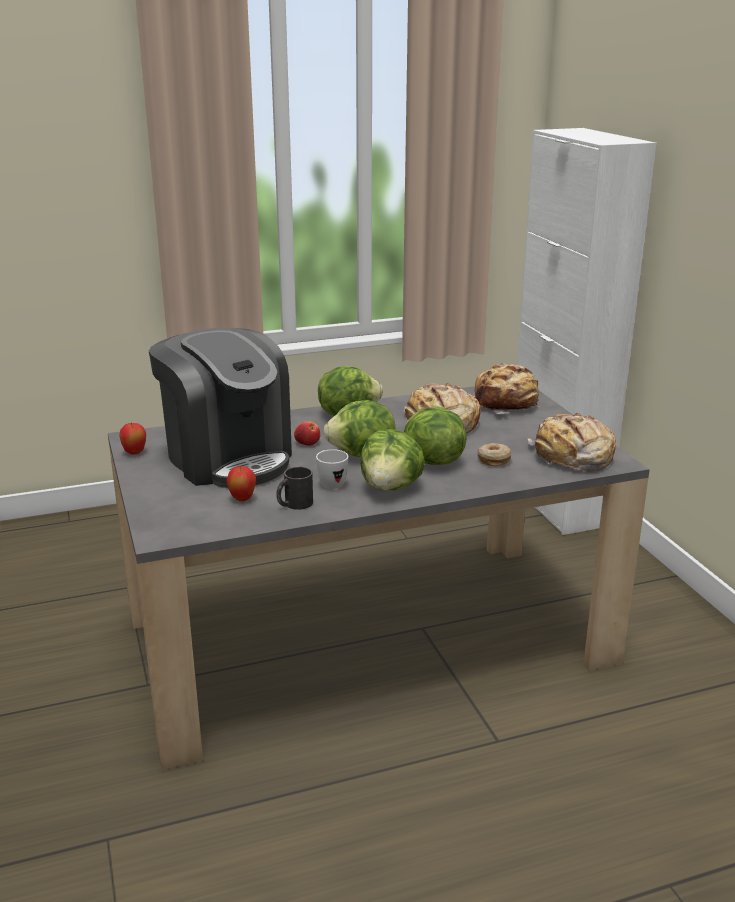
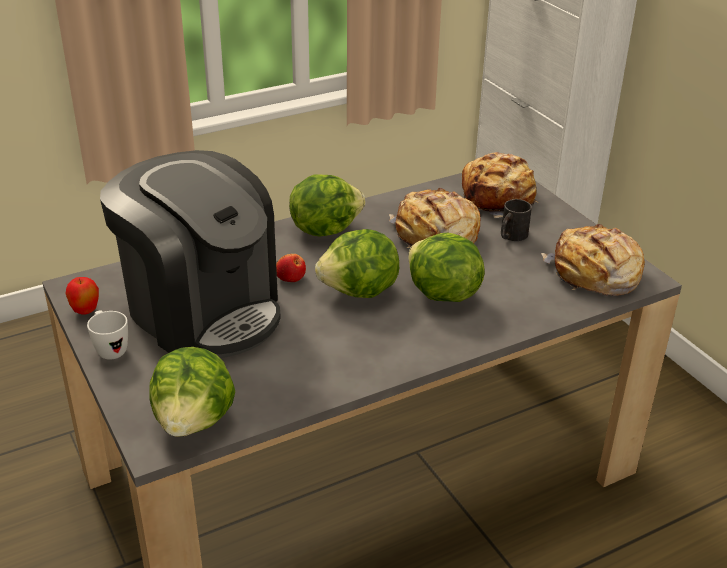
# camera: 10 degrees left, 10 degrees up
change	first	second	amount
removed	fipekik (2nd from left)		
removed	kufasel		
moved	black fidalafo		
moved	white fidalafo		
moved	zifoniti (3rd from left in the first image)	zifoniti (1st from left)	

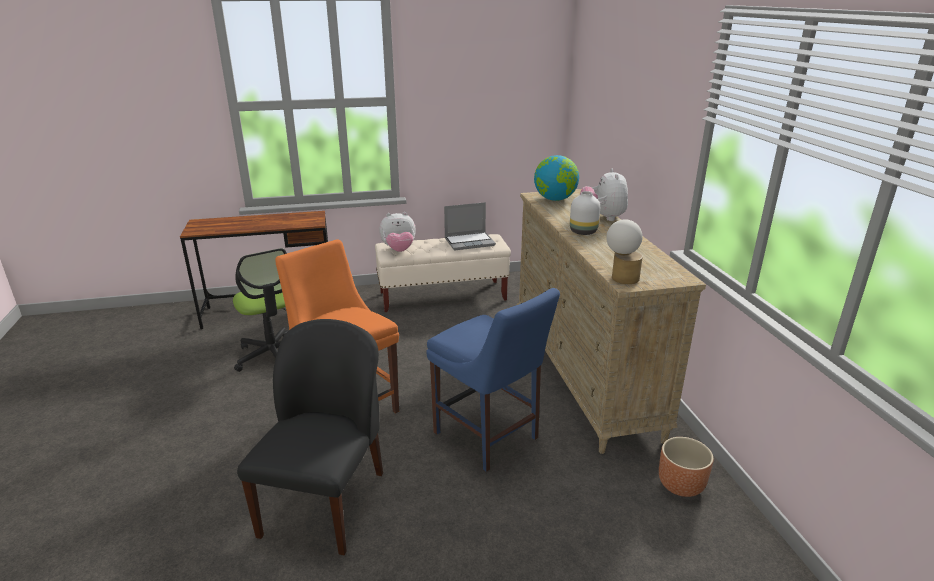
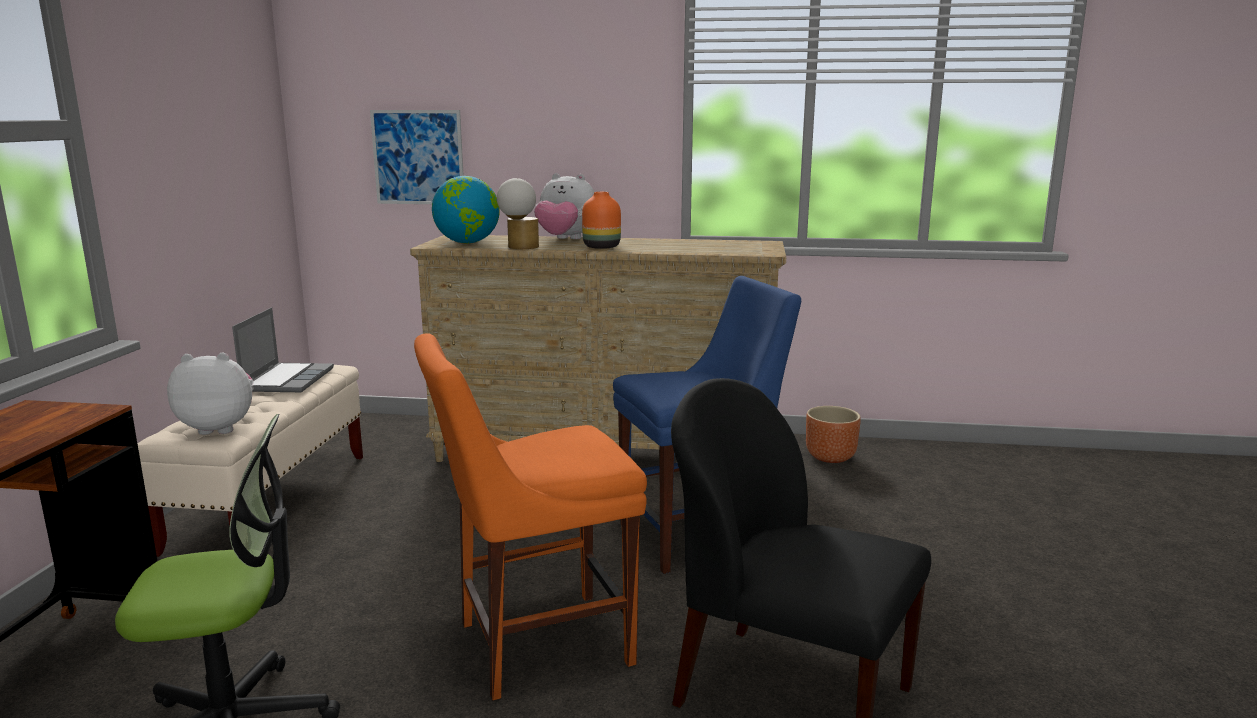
# camera: 70 degrees left, 10 degrees down
change	first	second	amount
added		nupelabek	
moved	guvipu		
recoloured	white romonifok	orange romonifok	
turned	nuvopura (1st from left)		105 degrees counterclockwise

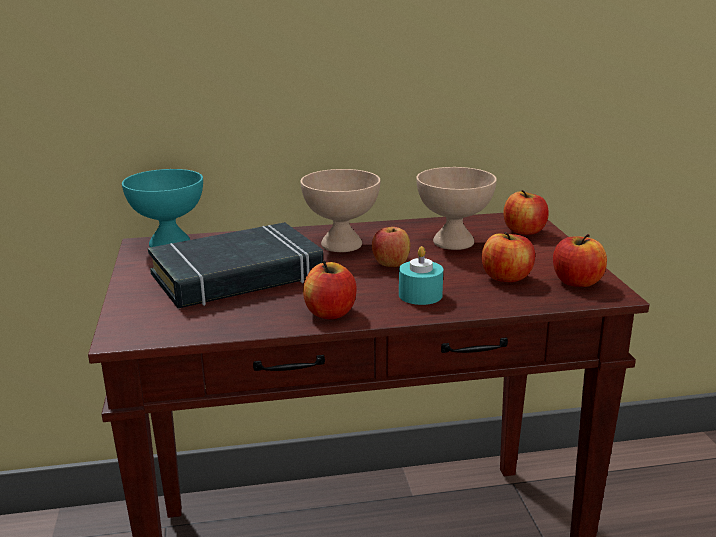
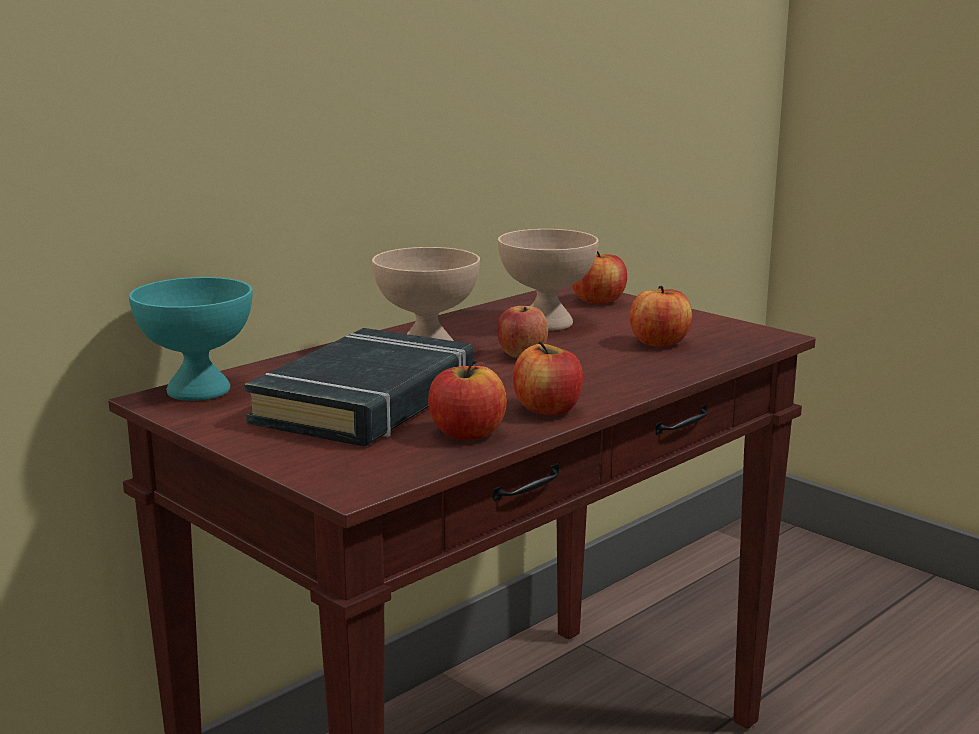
# camera: 35 degrees left, 5 degrees down
change	first	second	amount
removed	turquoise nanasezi		
moved	fipekik (5th from left in the first image)	fipekik (1st from left)	

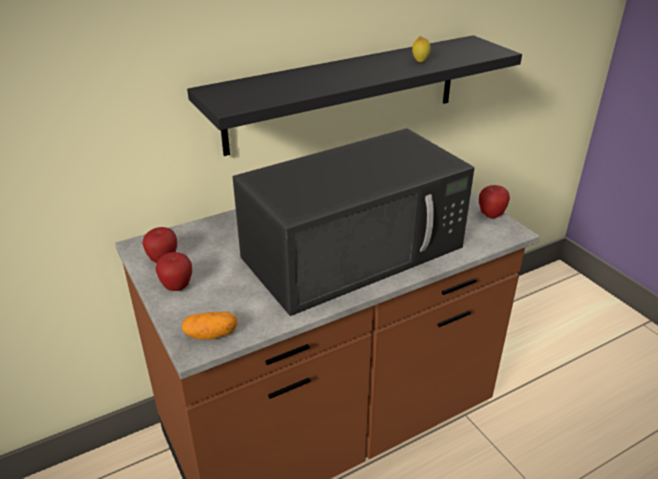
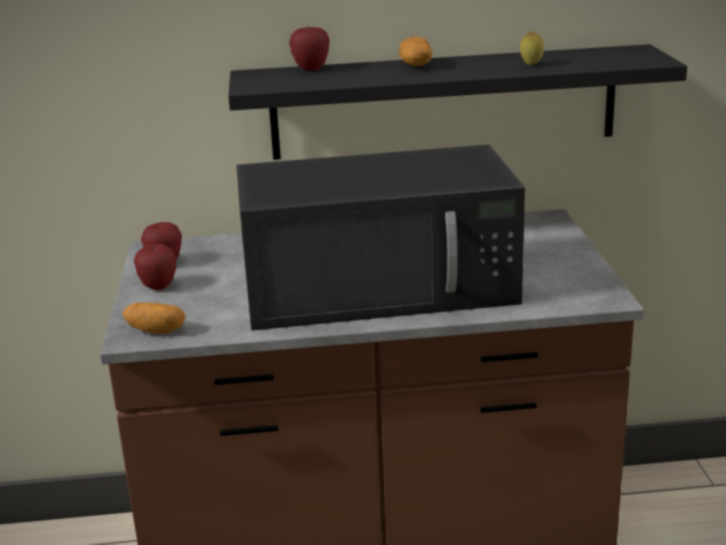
# camera: 25 degrees right, 10 degrees down
change	first	second	amount
added		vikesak (2nd from left)	
moved	fipekik (3rd from left)		

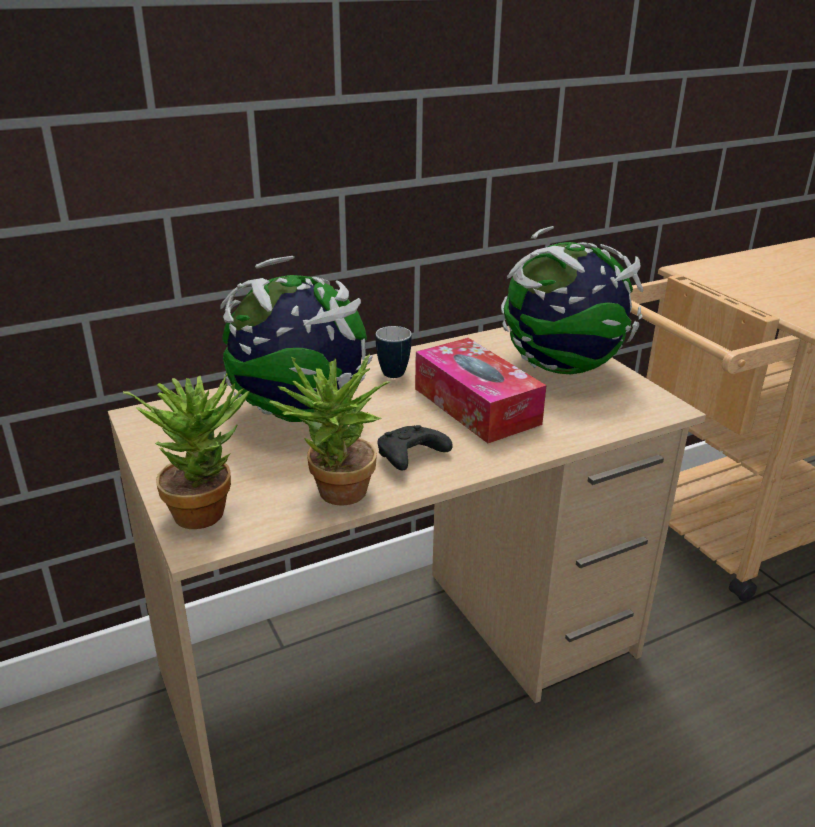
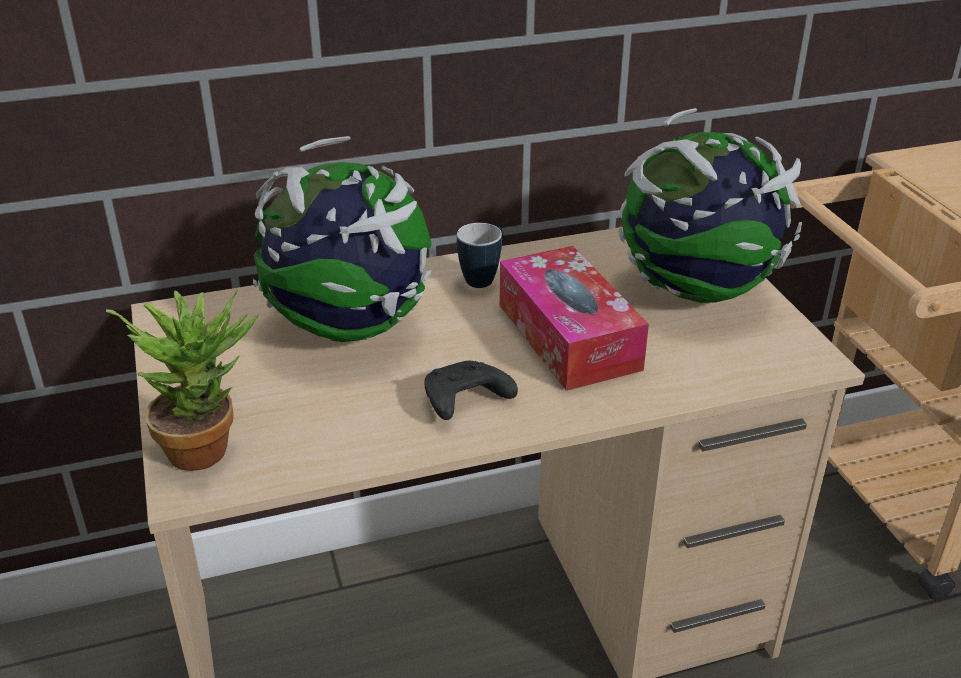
# camera: 10 degrees right, 5 degrees up
change	first	second	amount
removed	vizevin (2nd from left)		

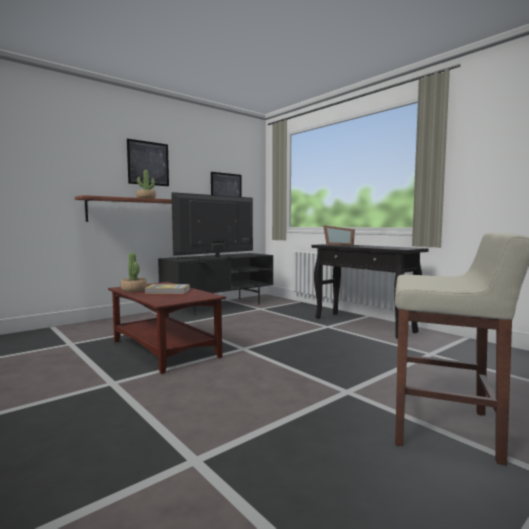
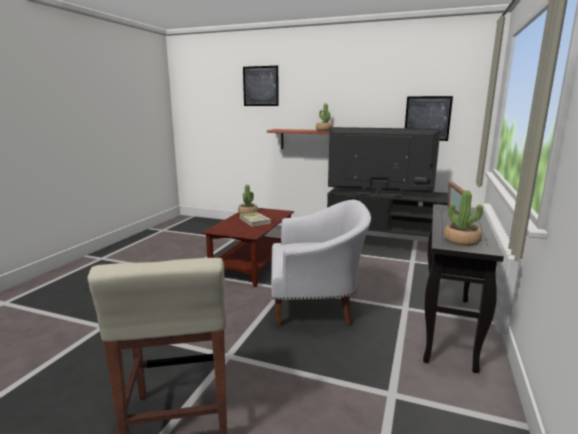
# camera: 60 degrees right, 10 degrees up
change	first	second	amount
added		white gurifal	
added		vizevin (3rd from left)	
moved	nupelabek (1st from left)		

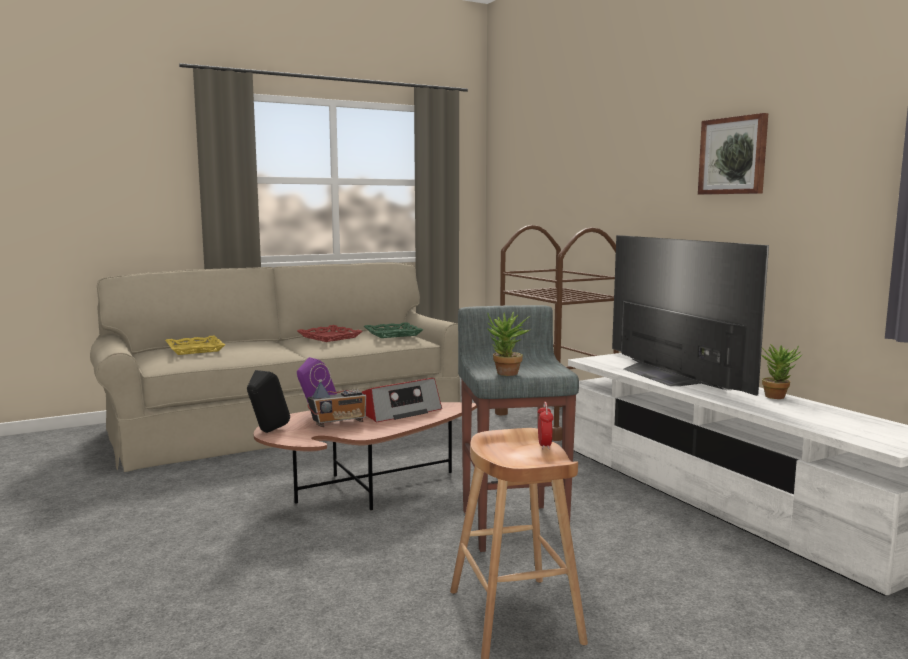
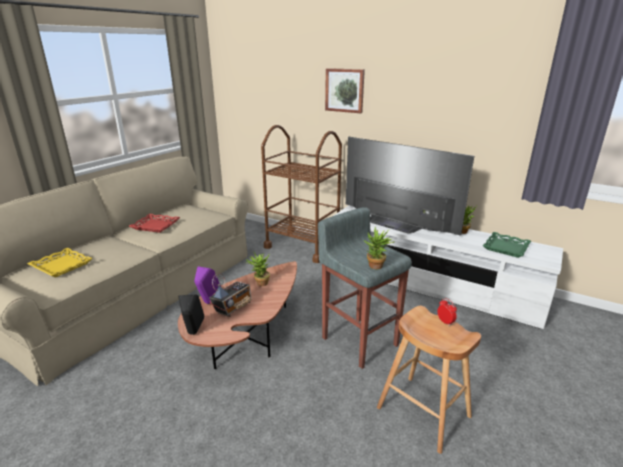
# camera: 30 degrees left, 15 degrees up
change	first	second	amount
moved	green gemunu		
moved	nupelabek		
replaced	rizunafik (2nd from left)	vizevin (1st from left)	

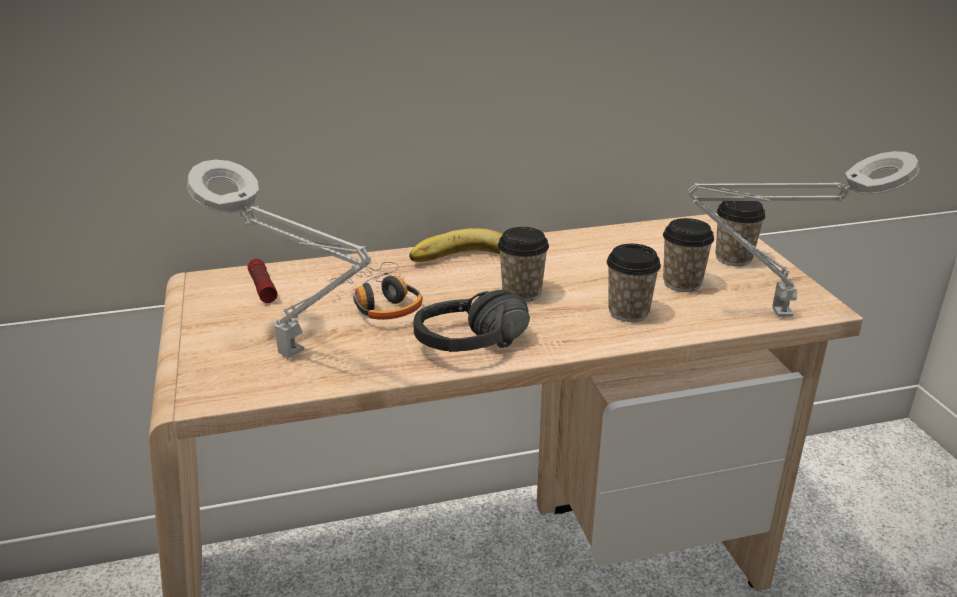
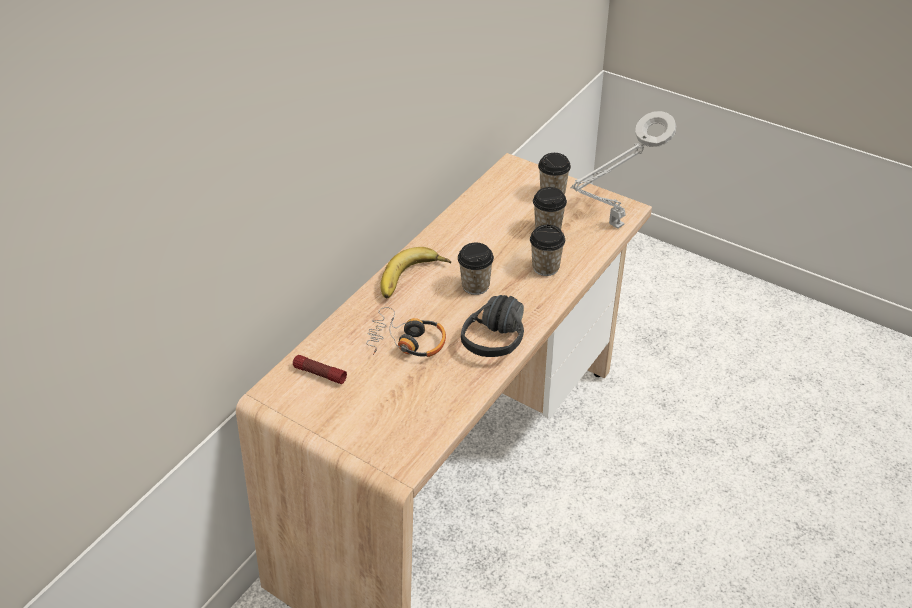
# camera: 40 degrees left, 15 degrees up
change	first	second	amount
removed	grey guvipu (1st from left)		

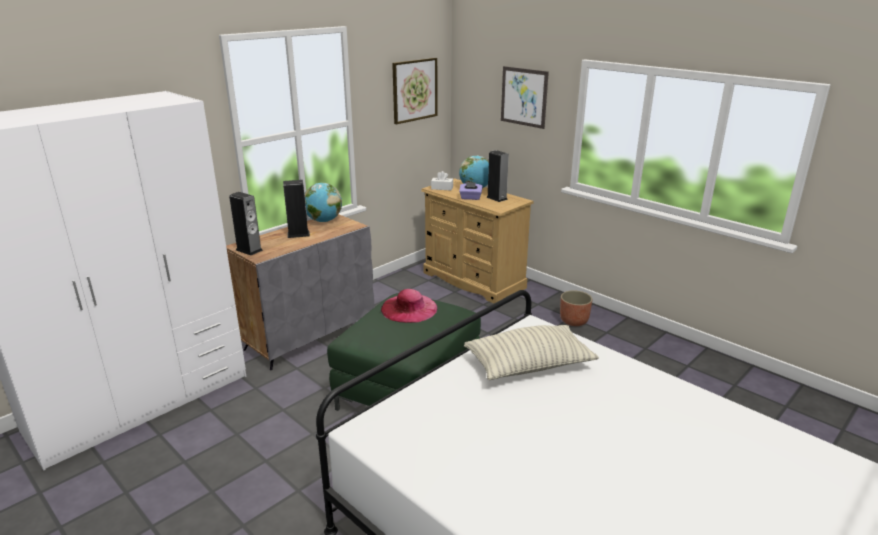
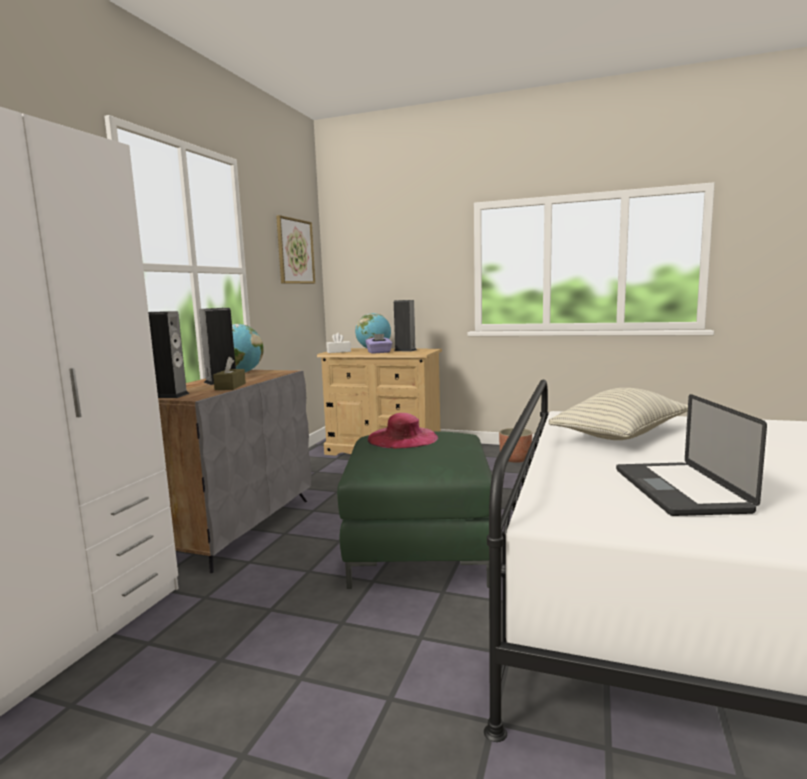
# camera: 25 degrees left, 15 degrees down
change	first	second	amount
removed	nupelabek (2nd from left)		
added		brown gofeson	
added		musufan	

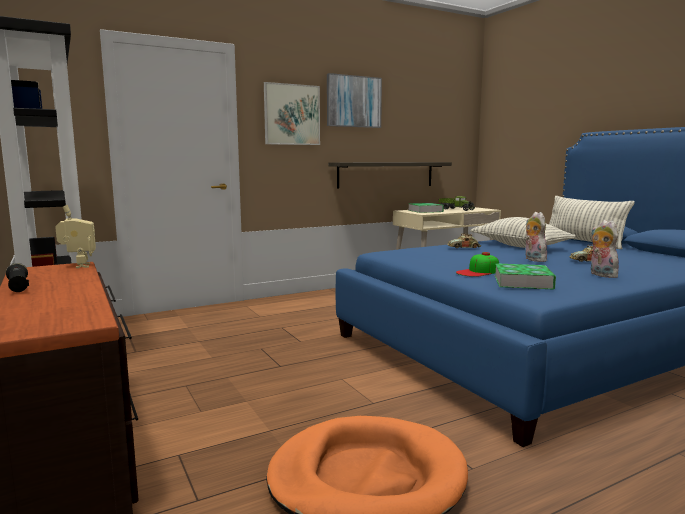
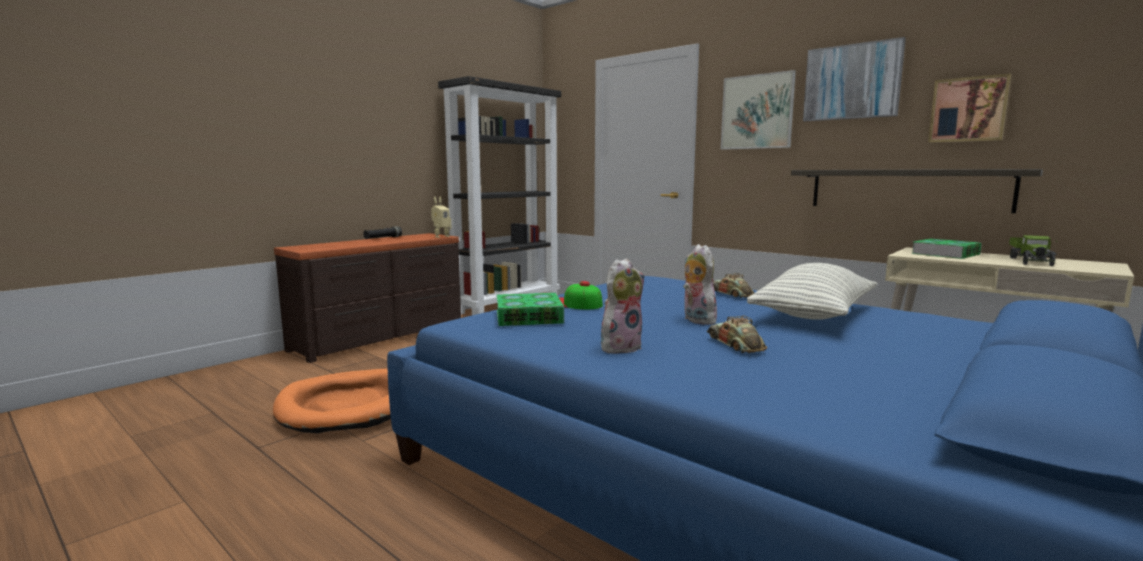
# camera: 70 degrees right, 0 degrees up
change	first	second	amount
removed	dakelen (2nd from left)		
added		nupelabek (3rd from left)	
turned	nuvopura (1st from left in the first image)	nuvopura (2nd from left)	75 degrees counterclockwise

